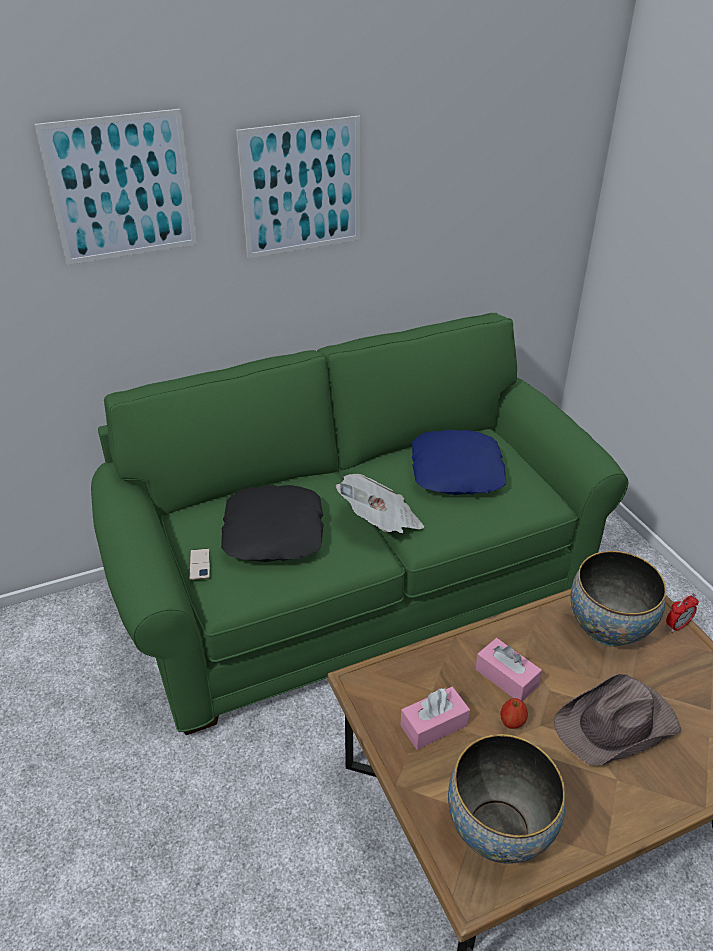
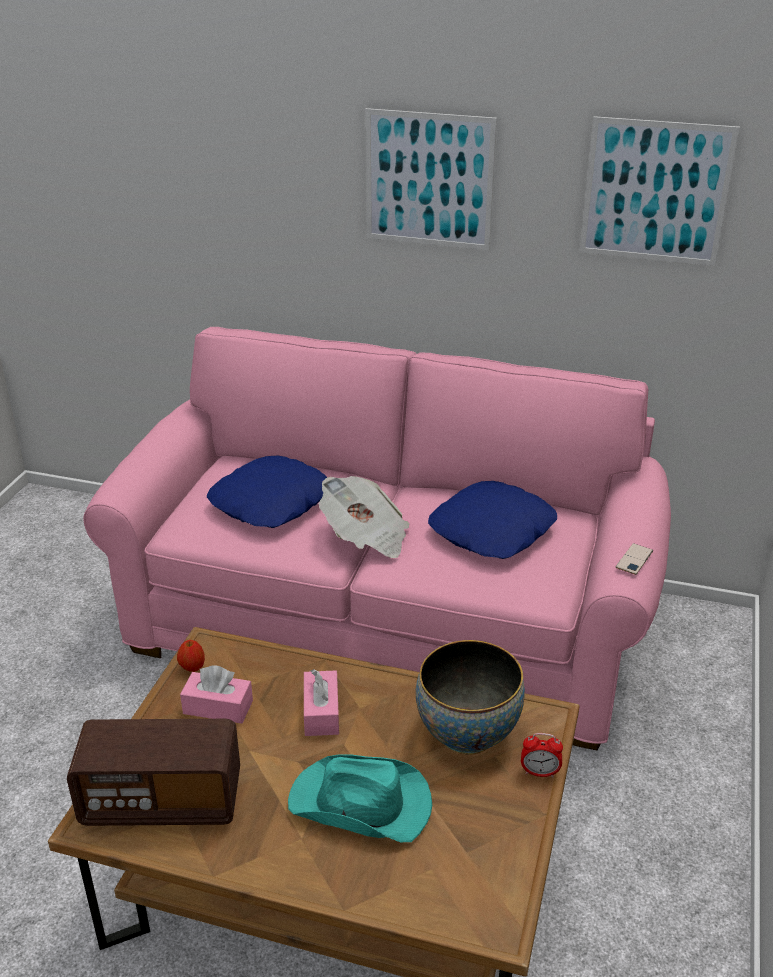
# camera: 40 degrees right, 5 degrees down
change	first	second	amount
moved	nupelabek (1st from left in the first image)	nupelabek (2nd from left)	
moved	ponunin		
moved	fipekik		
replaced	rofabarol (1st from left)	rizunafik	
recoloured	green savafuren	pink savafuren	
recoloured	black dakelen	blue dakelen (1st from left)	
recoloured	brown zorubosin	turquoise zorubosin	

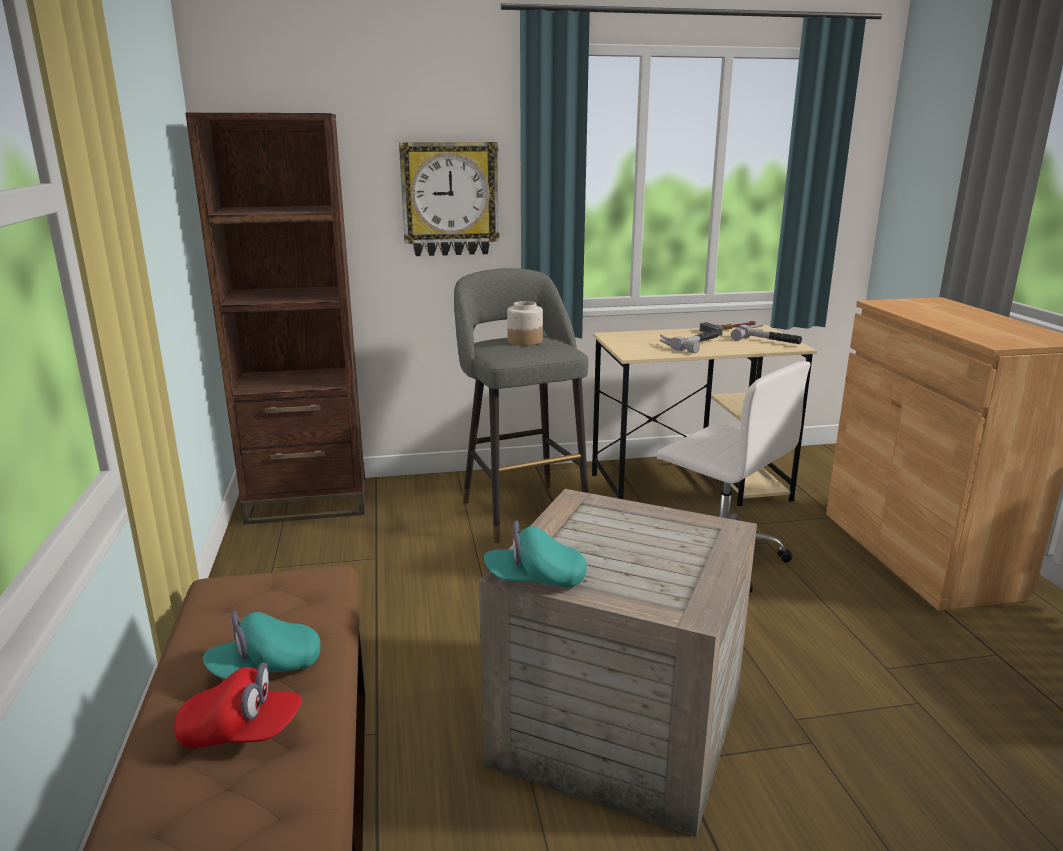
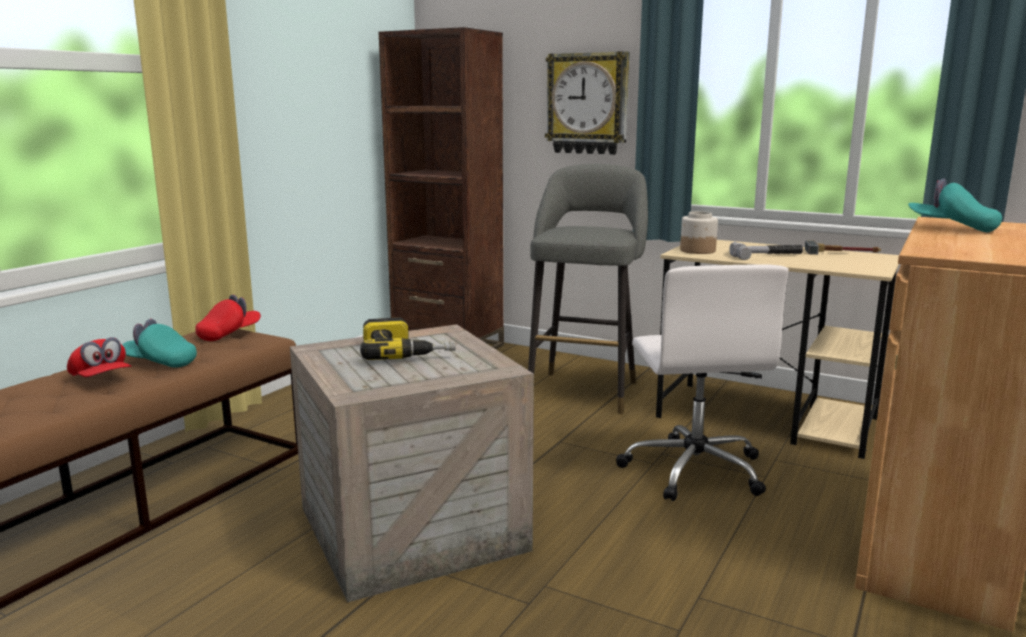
# camera: 40 degrees right, 5 degrees down
change	first	second	amount
removed	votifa (3rd from left)		
added		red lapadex (2nd from left)	
added		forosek	
moved	turquoise lapadex (2nd from left)		
moved	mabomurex		

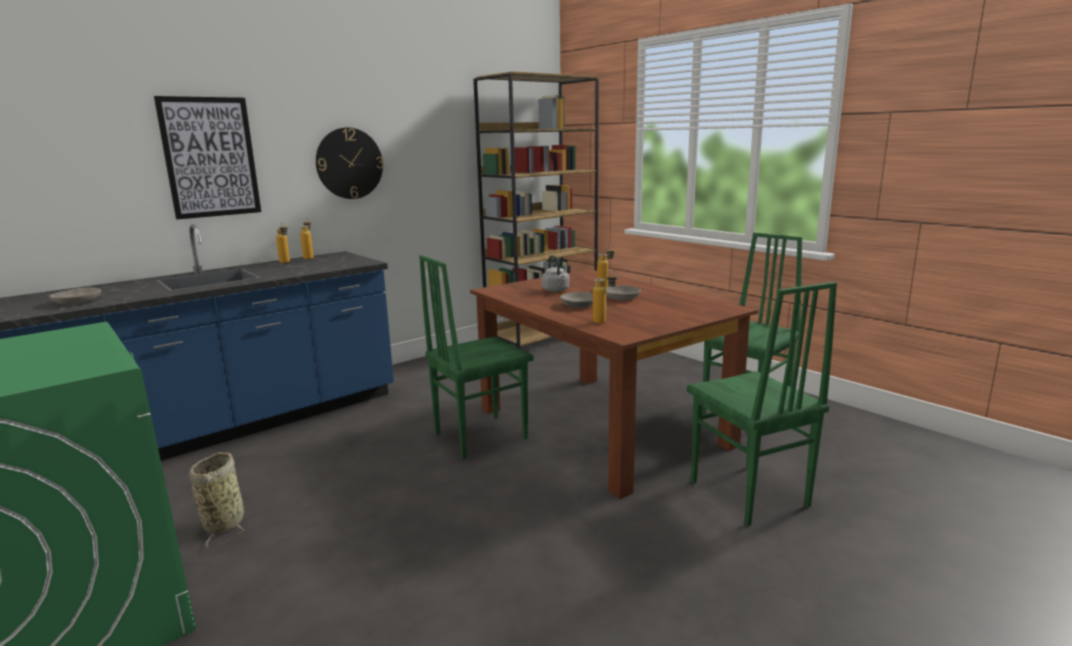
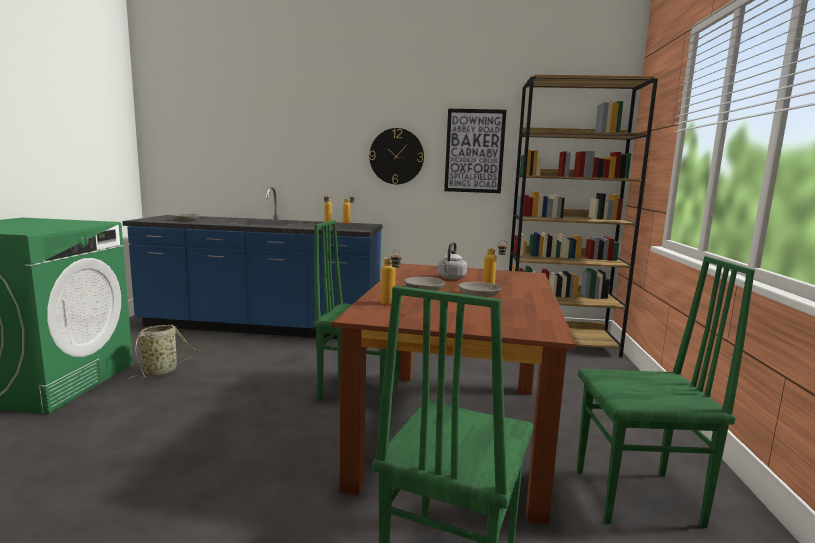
# camera: 45 degrees right, 5 degrees down
change	first	second	amount
moved	nupelabek		

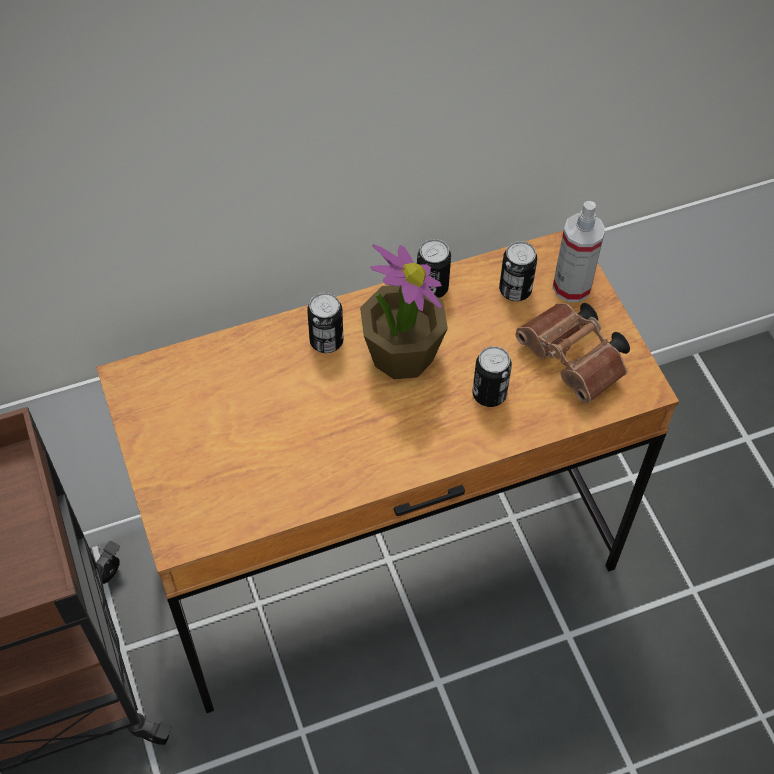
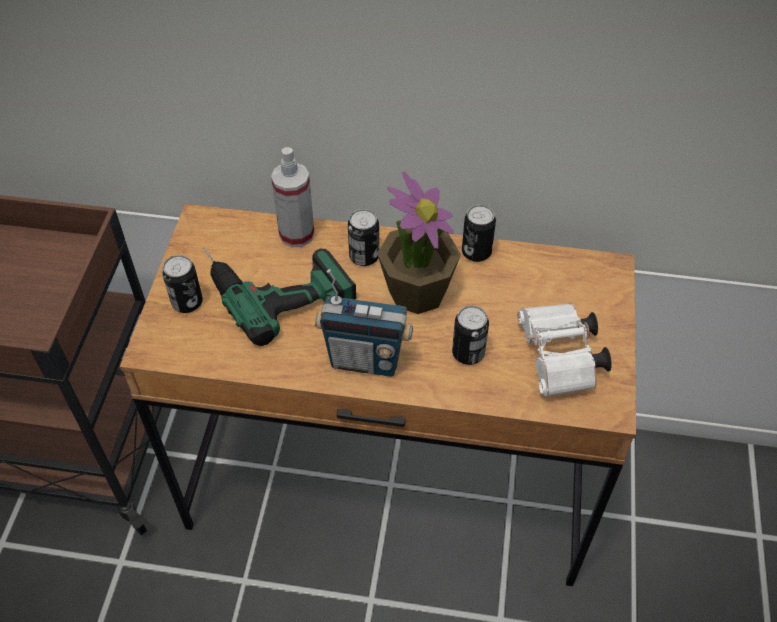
# camera: 30 degrees right, 5 degrees down
change	first	second	amount
added		forosek	
added		rizunafik	
moved	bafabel (4th from left in the first image)	bafabel (1st from left)	
moved	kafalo		
recoloured	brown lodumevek	white lodumevek	

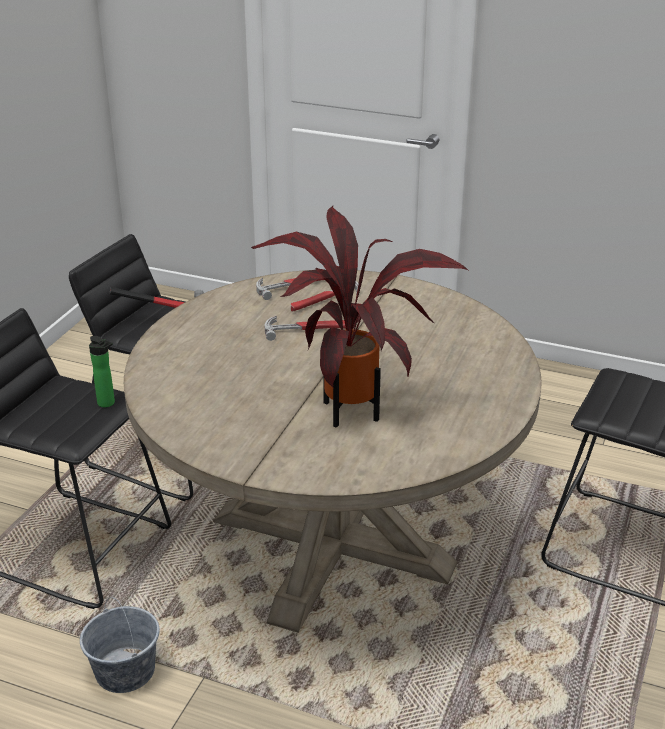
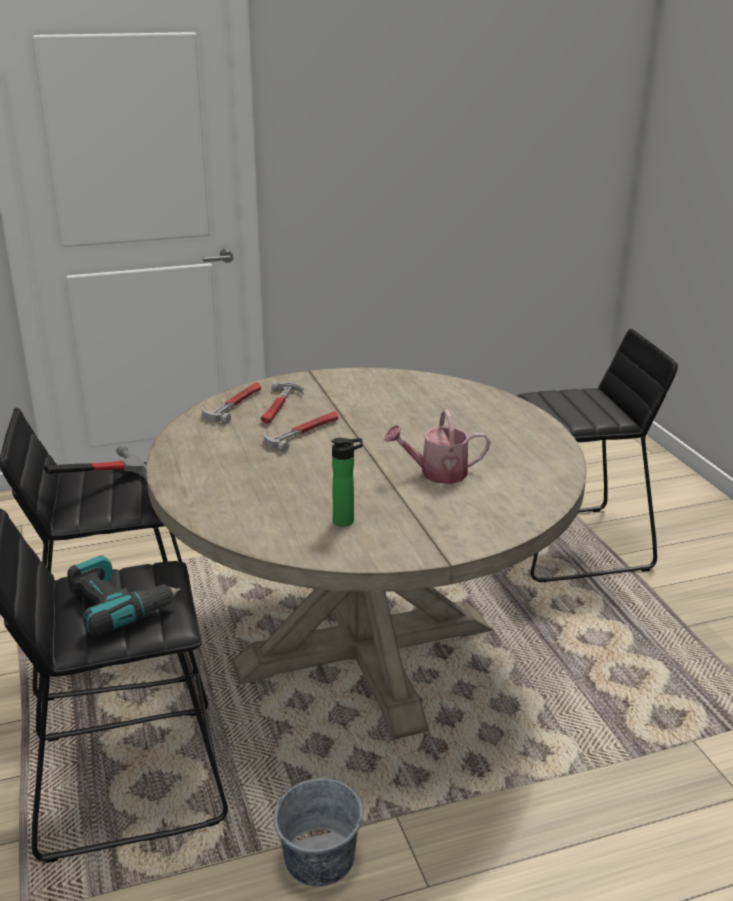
# camera: 40 degrees left, 5 degrees down
change	first	second	amount
added		forosek	
moved	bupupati		
replaced	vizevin	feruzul	

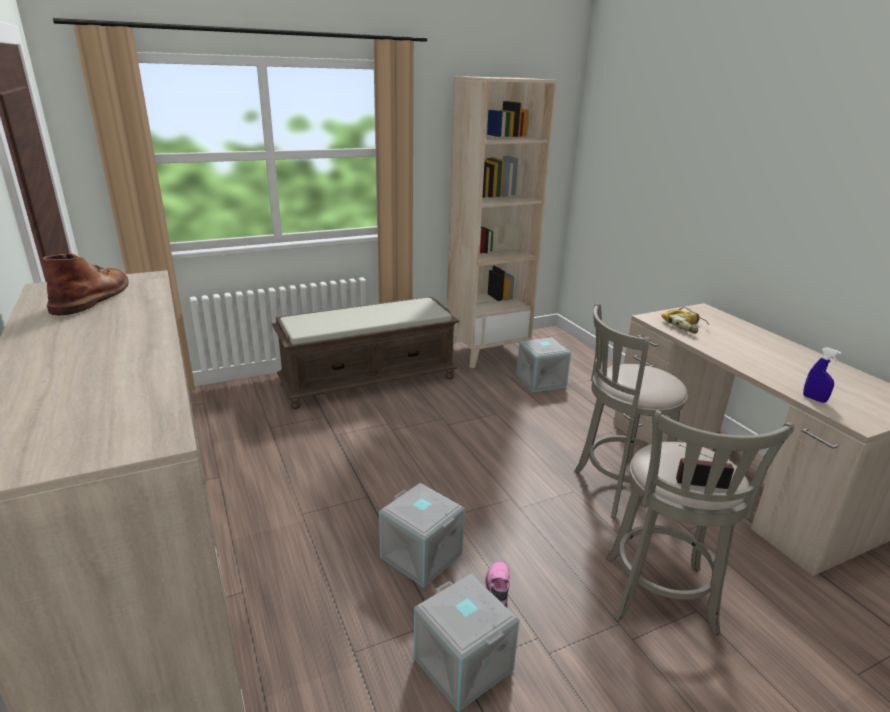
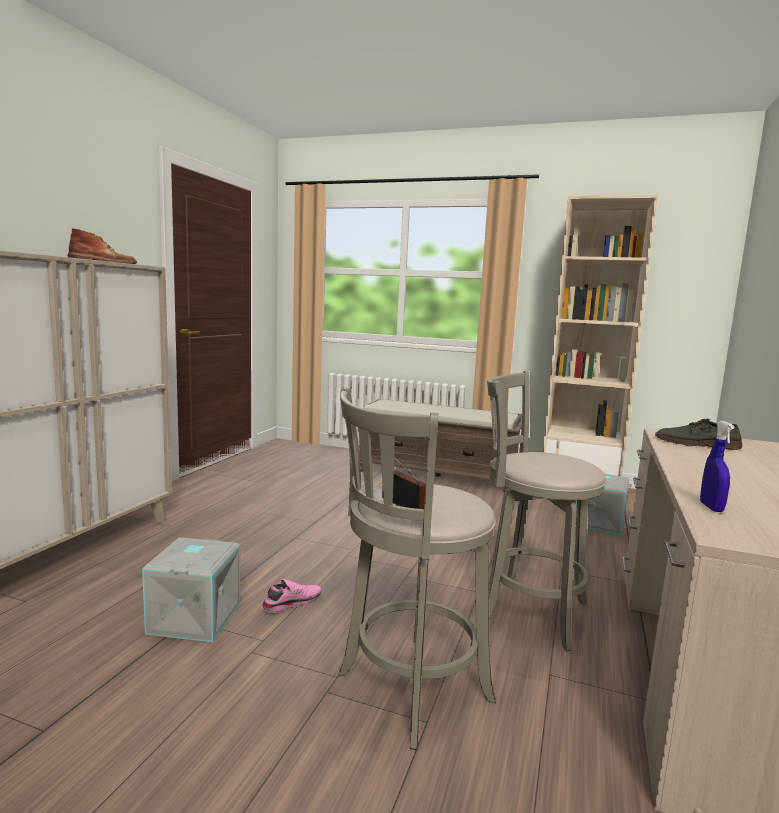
# camera: 45 degrees right, 15 degrees down
change	first	second	amount
removed	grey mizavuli (1st from left)		
replaced	forosek	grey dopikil	

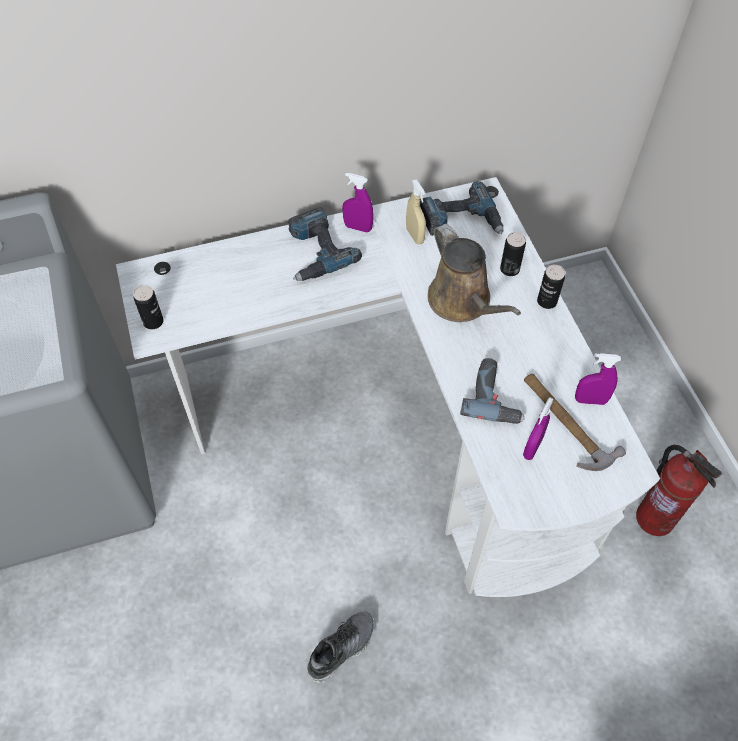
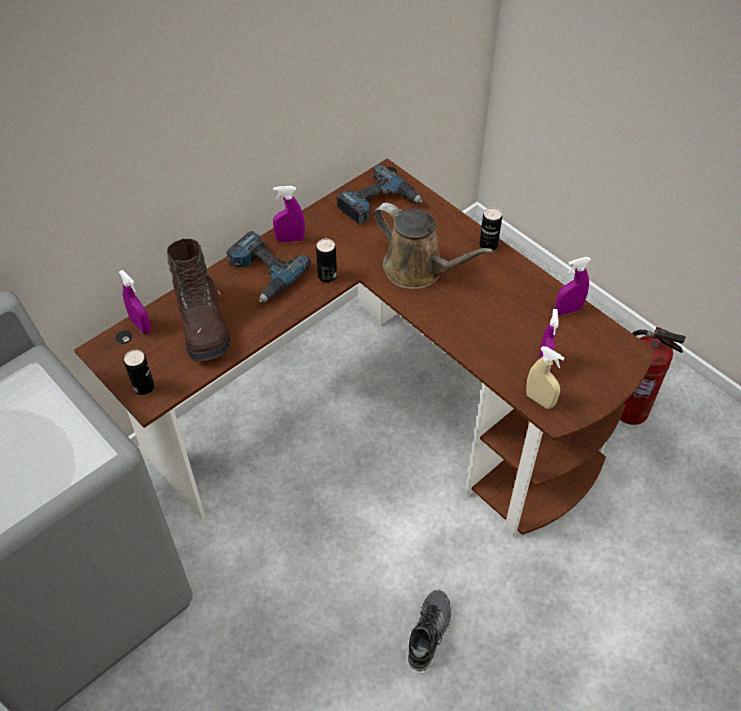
# camera: 25 degrees left, 5 degrees down
change	first	second	amount
removed	forosek (3rd from left)		
removed	votifa		
added		purple kafalo (1st from left)	
added		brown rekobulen	
moved	beige kafalo		
moved	bafabel (2nd from left)		
recoloured	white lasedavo	brown lasedavo	

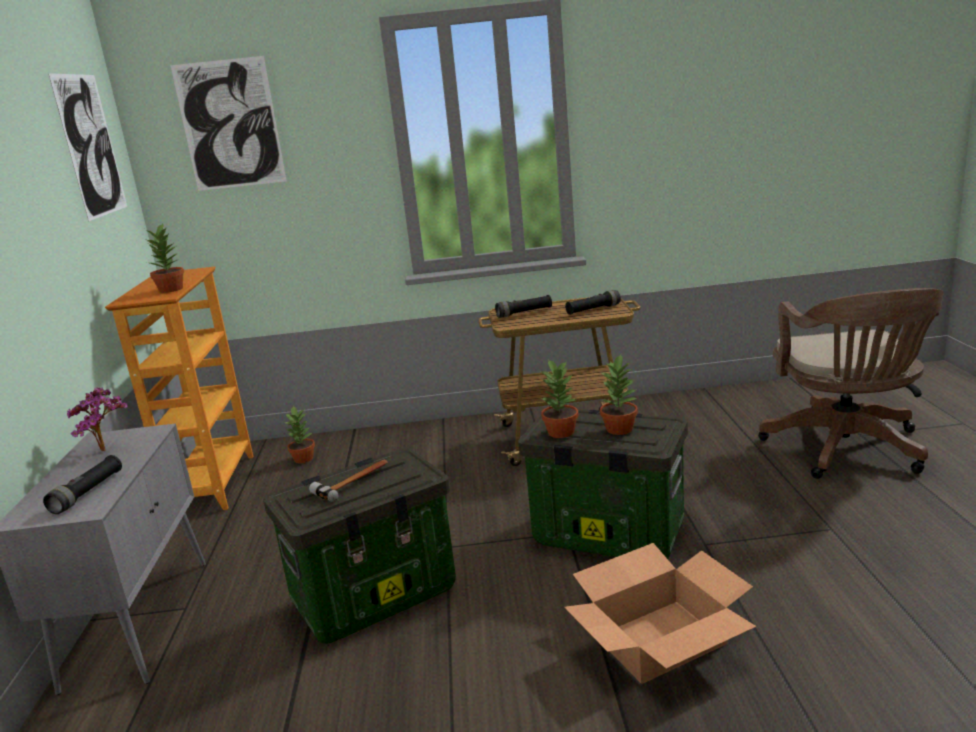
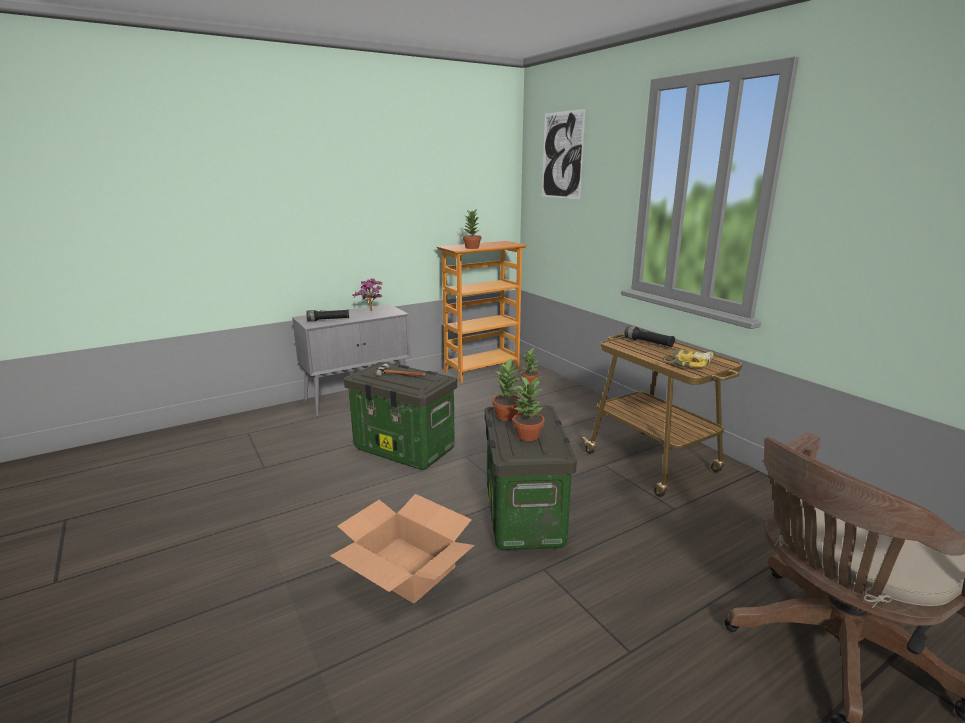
# camera: 60 degrees right, 0 degrees up
change	first	second	amount
removed	nupelabek (1st from left)		
replaced	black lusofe (3rd from left)	forosek	

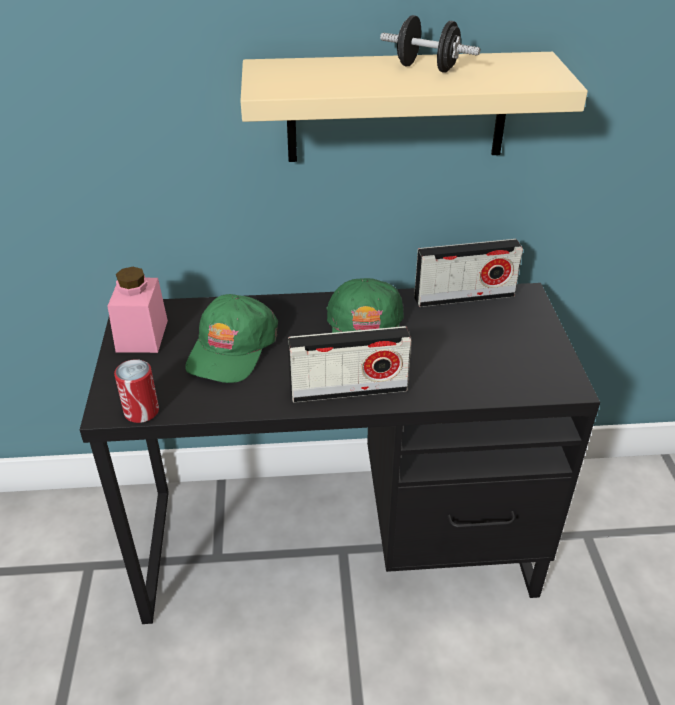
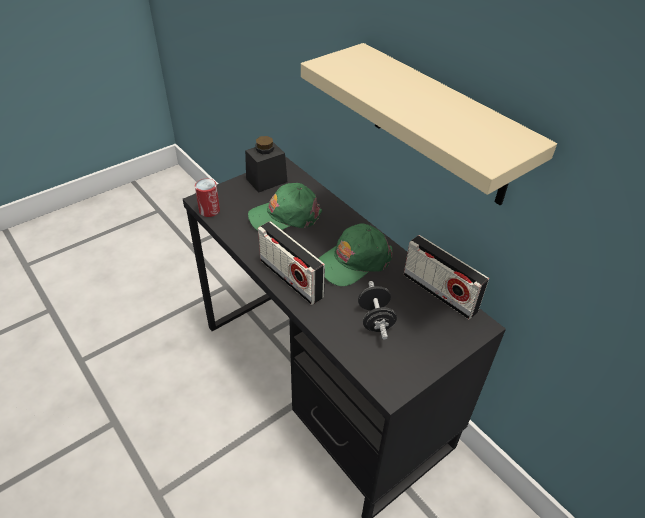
# camera: 55 degrees right, 5 degrees up
change	first	second	amount
moved	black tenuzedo		
recoloured	pink mabomurex	black mabomurex	

